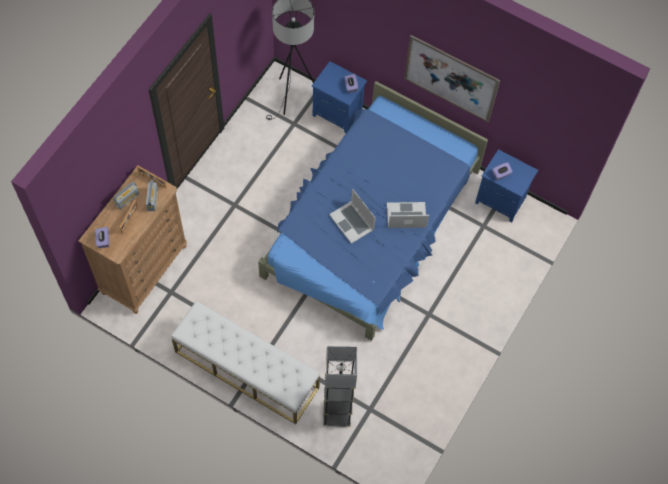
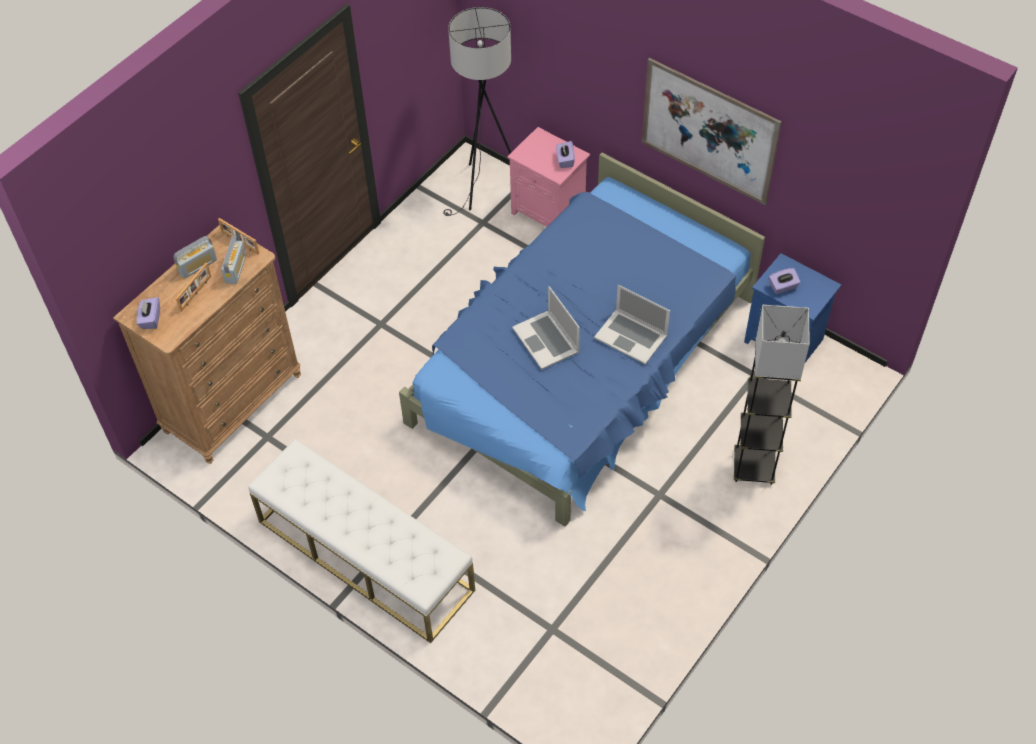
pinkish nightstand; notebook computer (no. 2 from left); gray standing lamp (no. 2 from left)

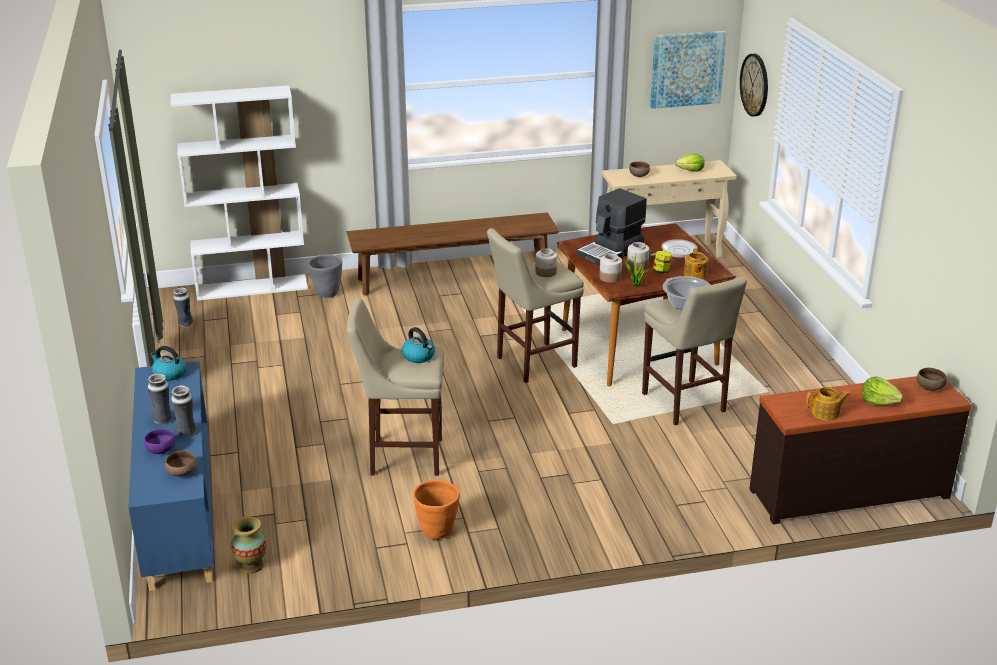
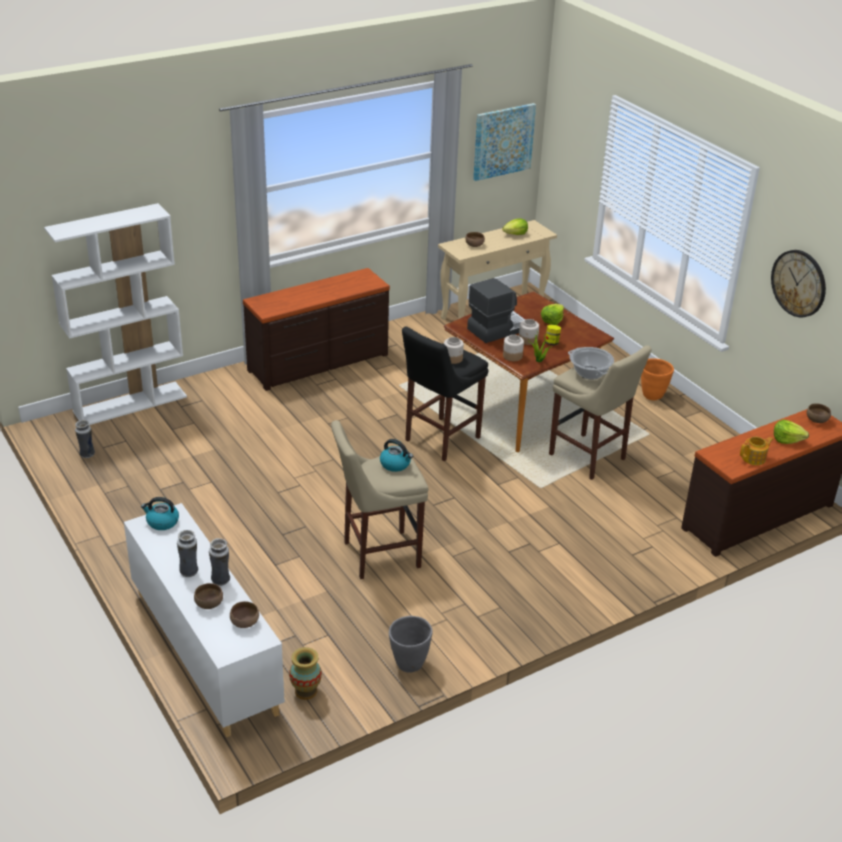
hanging clock; coffee machine; brown-coloured chest of drawers (no. 1 from left); blackish stool seat; lettuce head (no. 2 from left); tea pot (no. 1 from left in the first image); gray flower pot; white cupboard; brown-coloured serving bowl (no. 1 from left); orange flower pot

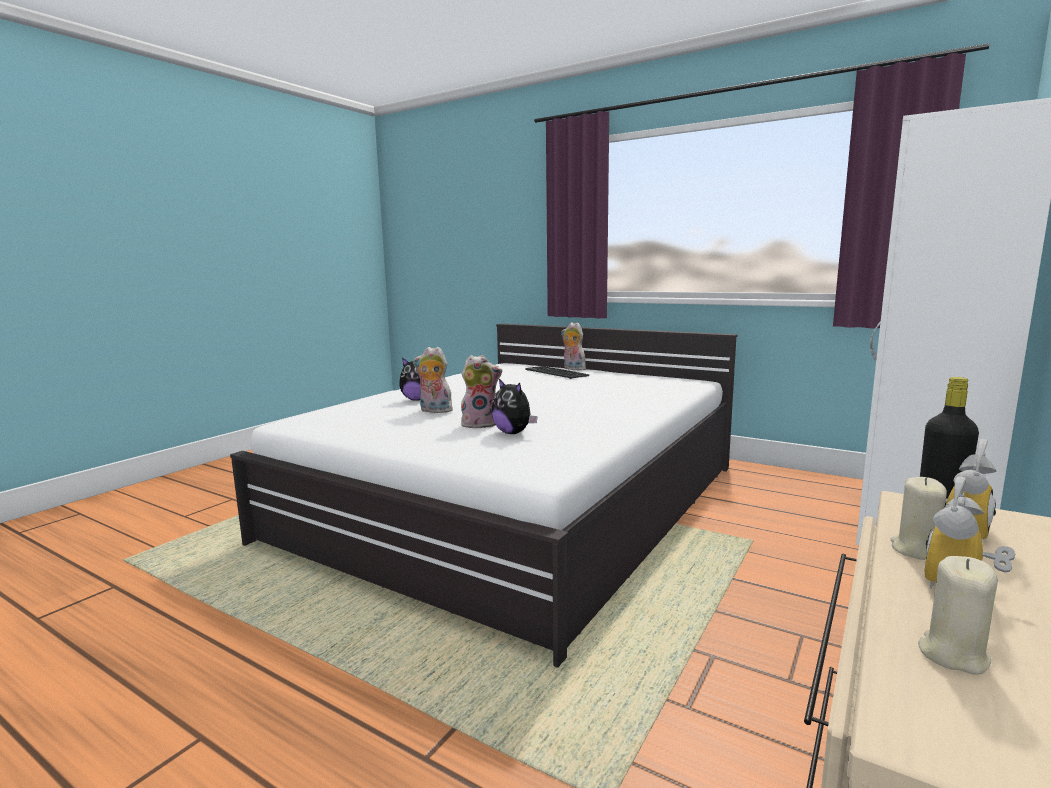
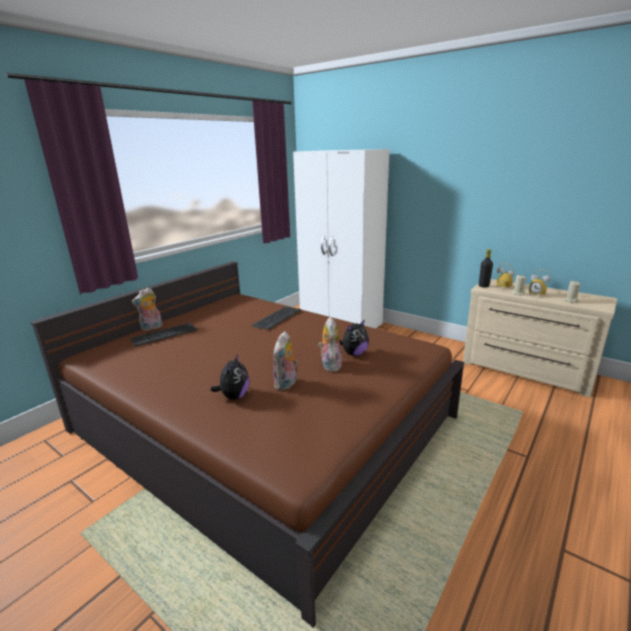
brown-coloured bedroom bed; computer keyboard (no. 2 from left)

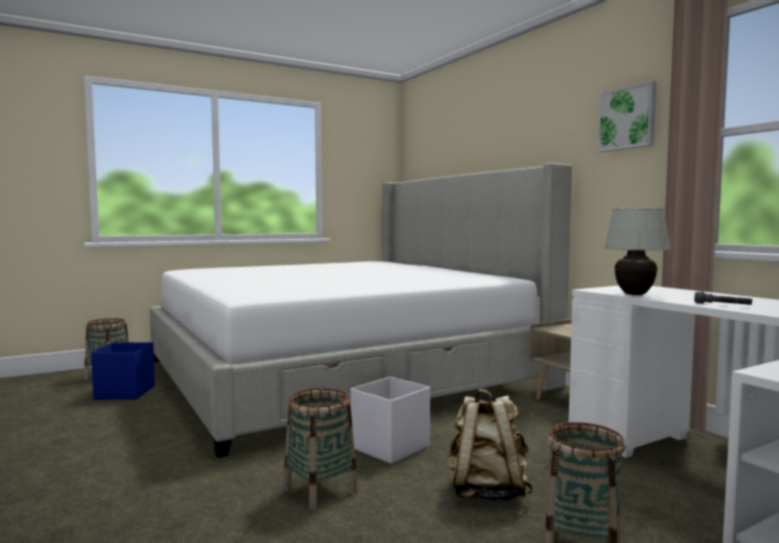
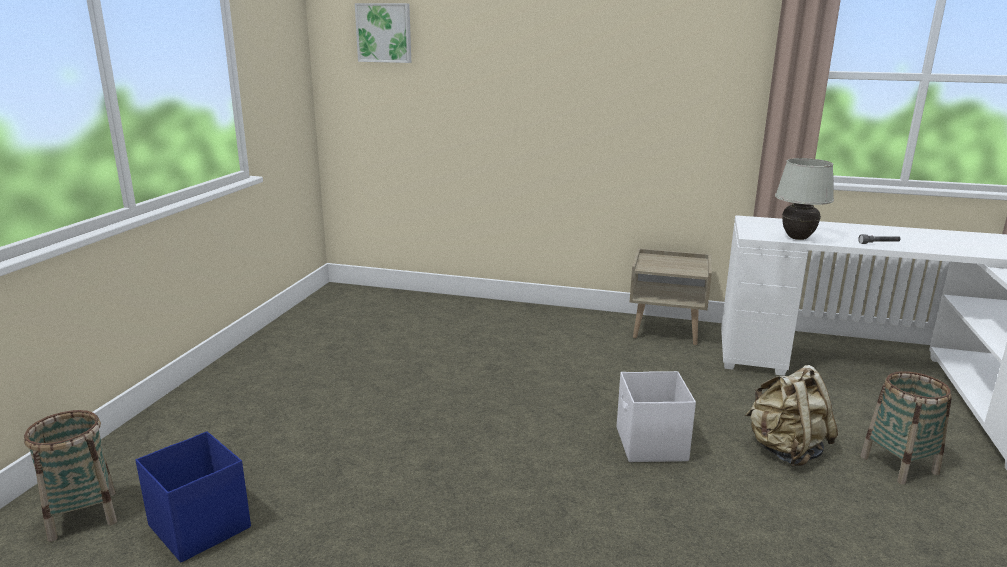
wall picture; bedroom bed; storage basket (no. 2 from left in the first image)

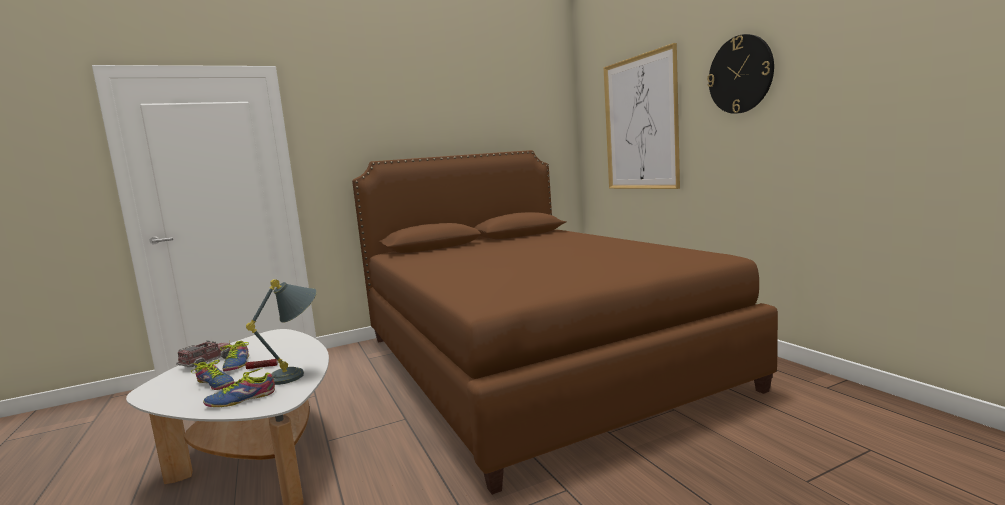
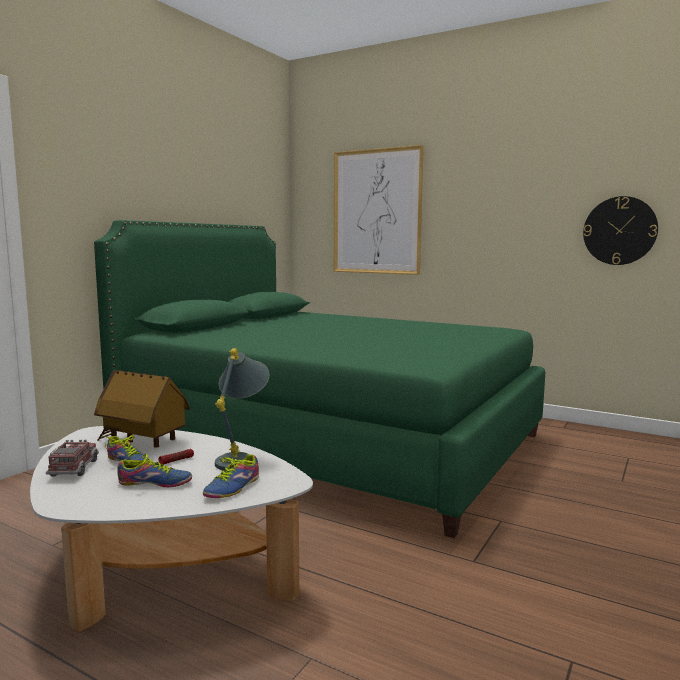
hanging clock; green-coloured bedroom bed; toy house

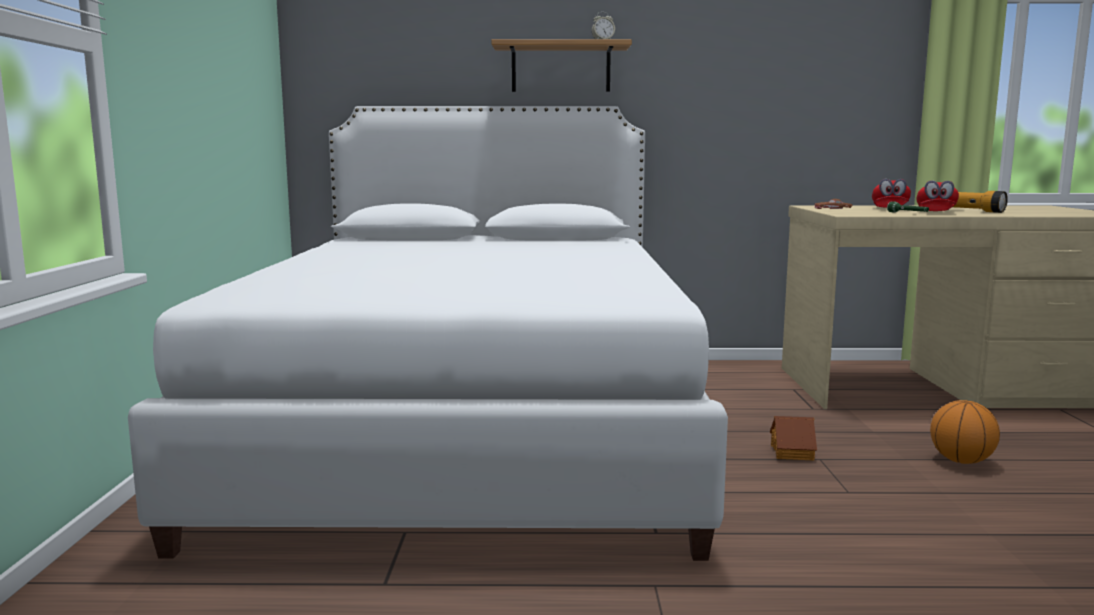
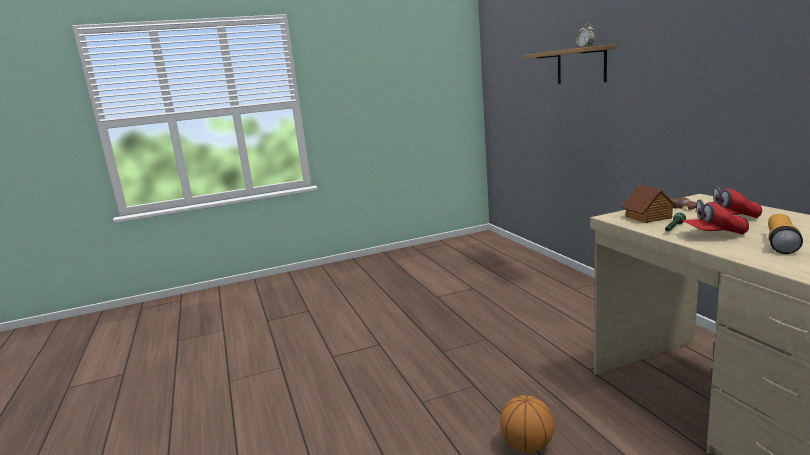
white bedroom bed; toy house

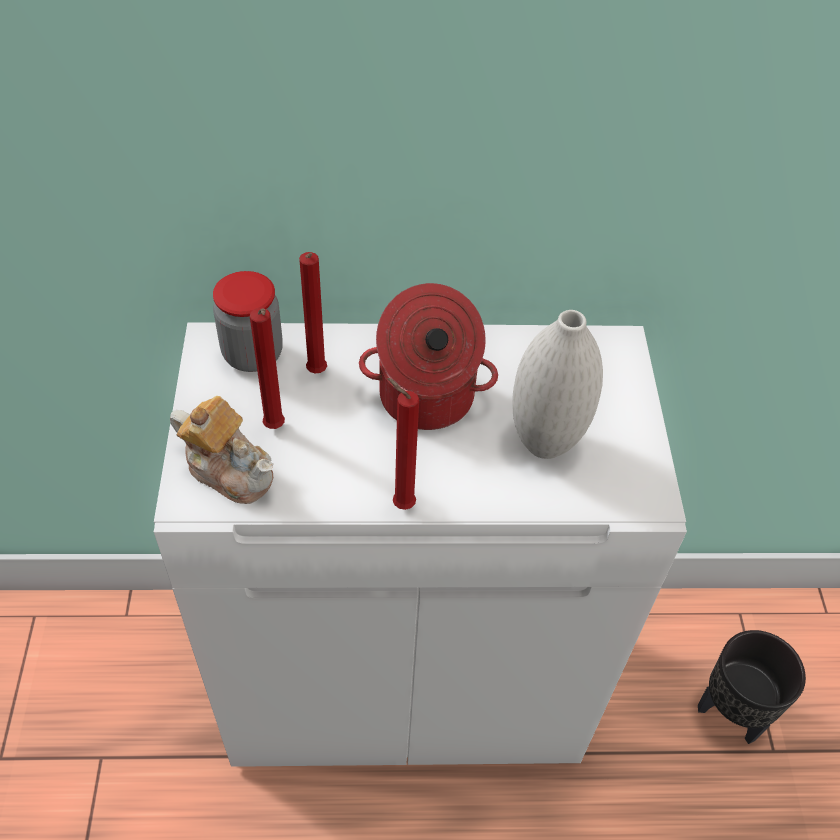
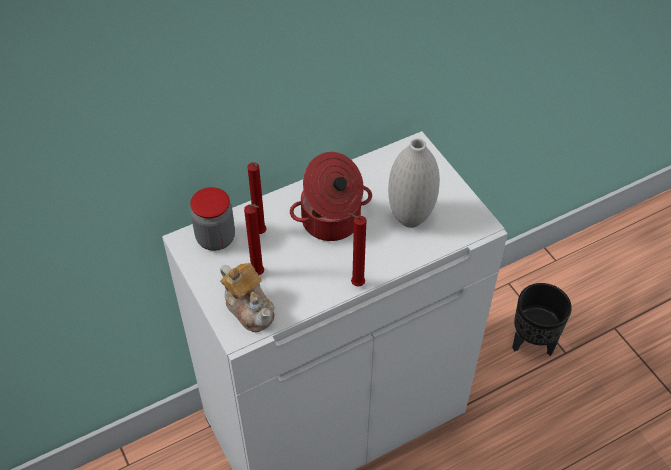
tea pot

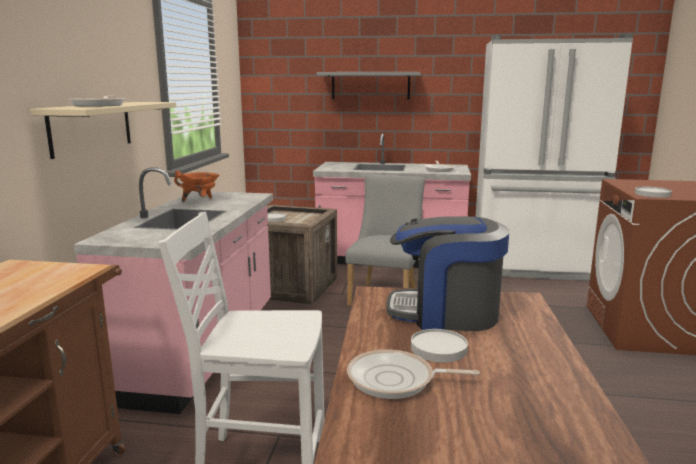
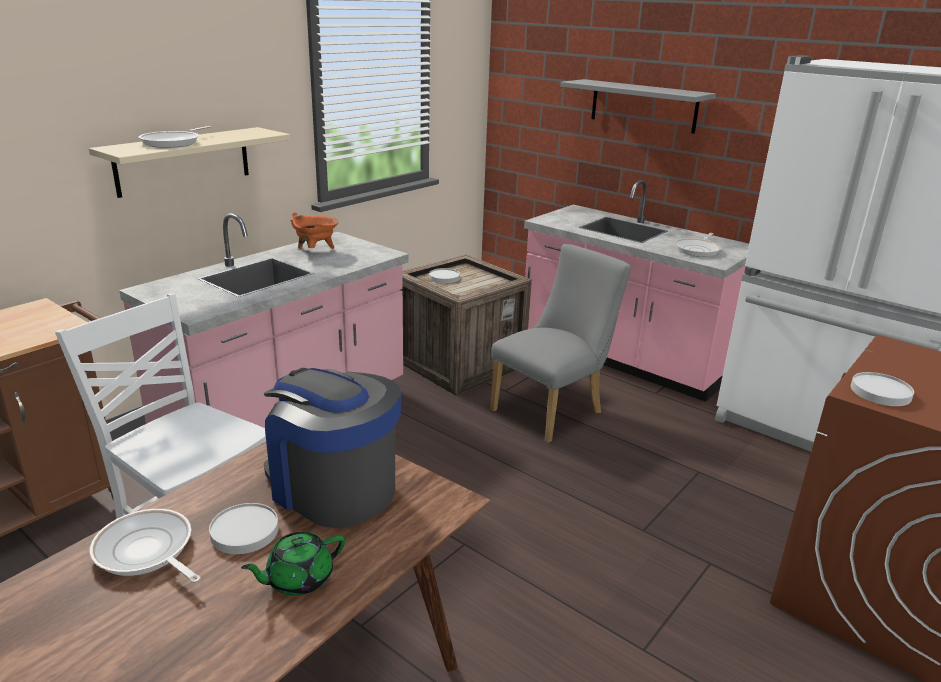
green-coloured tea pot

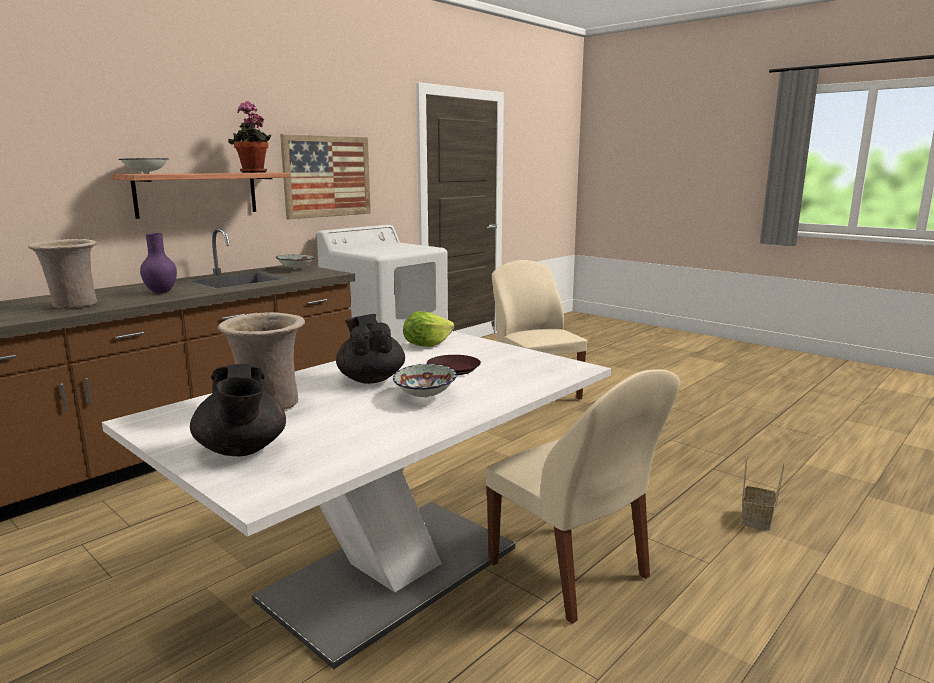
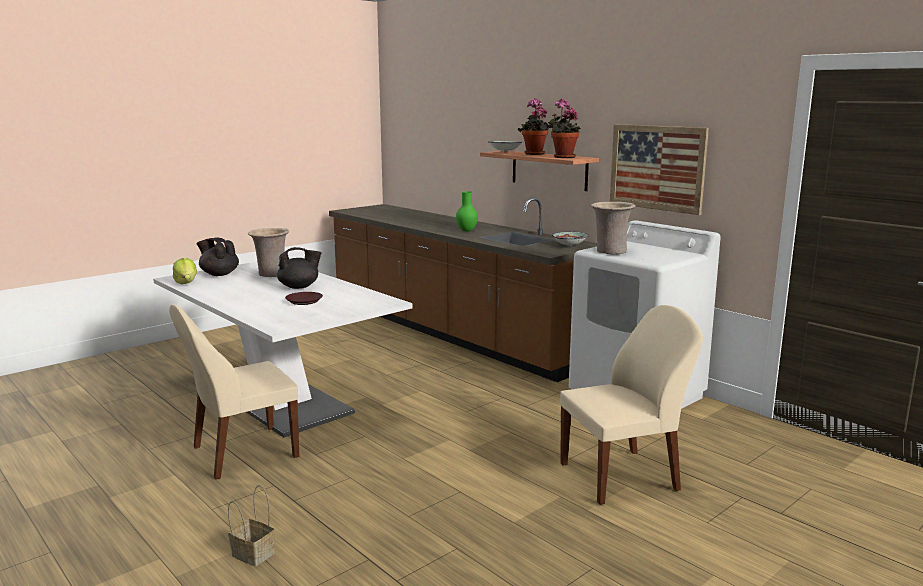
green-coloured vase; beige vase (no. 2 from left); lettuce head; blackish tea pot (no. 1 from left); serving bowl (no. 3 from left in the first image); plant in a pot (no. 1 from left)

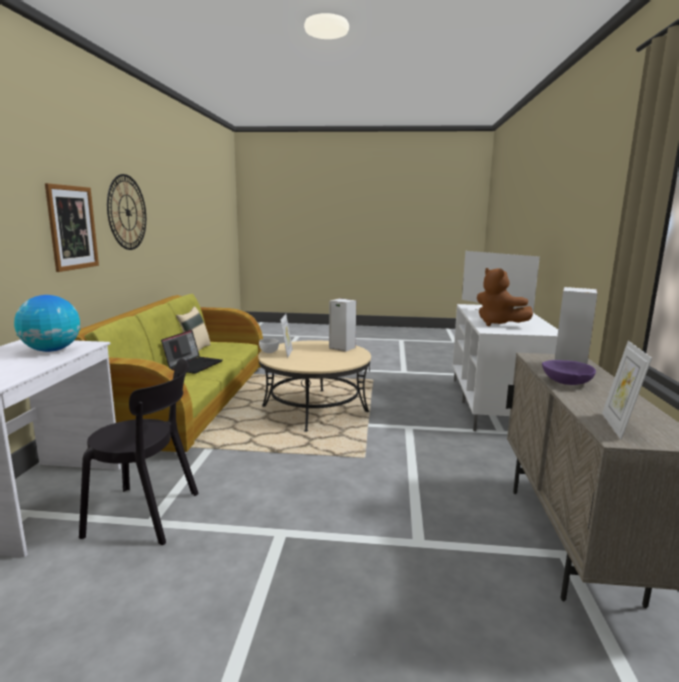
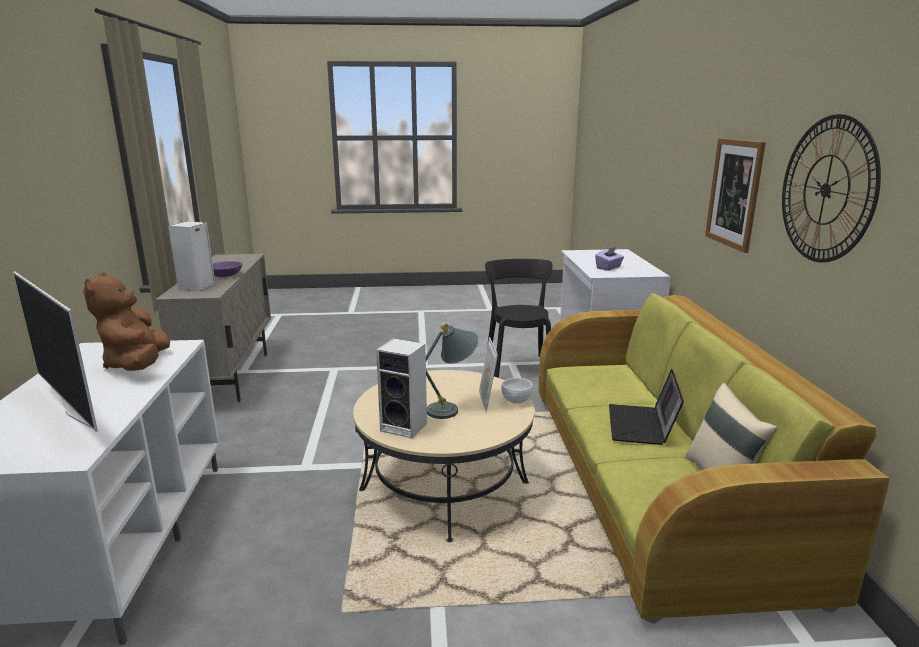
brown-coloured cuddly toy; purplish tissue holder; standing frame (no. 2 from left in the first image); blackish plain chair; gray lamp for a table

